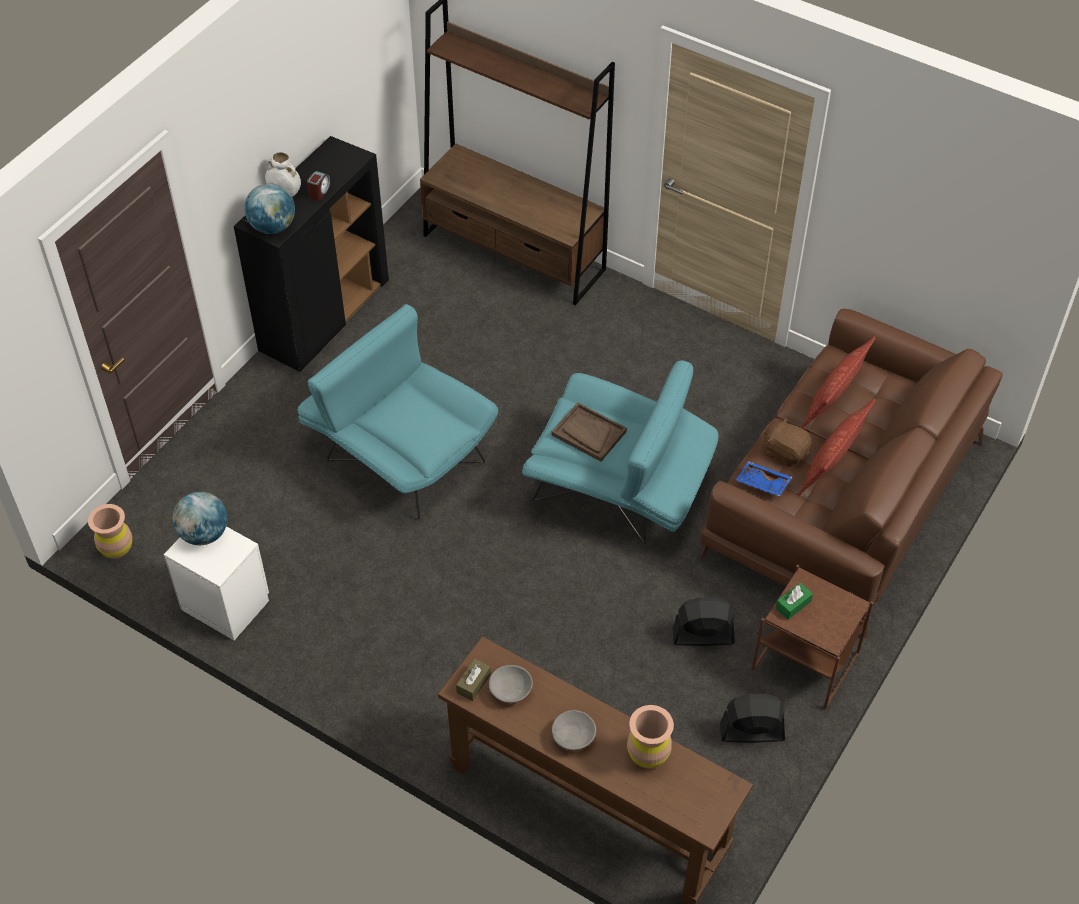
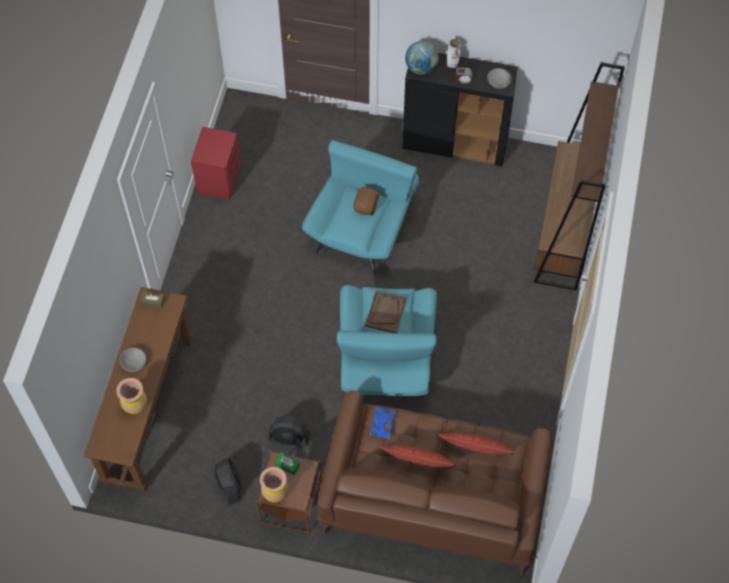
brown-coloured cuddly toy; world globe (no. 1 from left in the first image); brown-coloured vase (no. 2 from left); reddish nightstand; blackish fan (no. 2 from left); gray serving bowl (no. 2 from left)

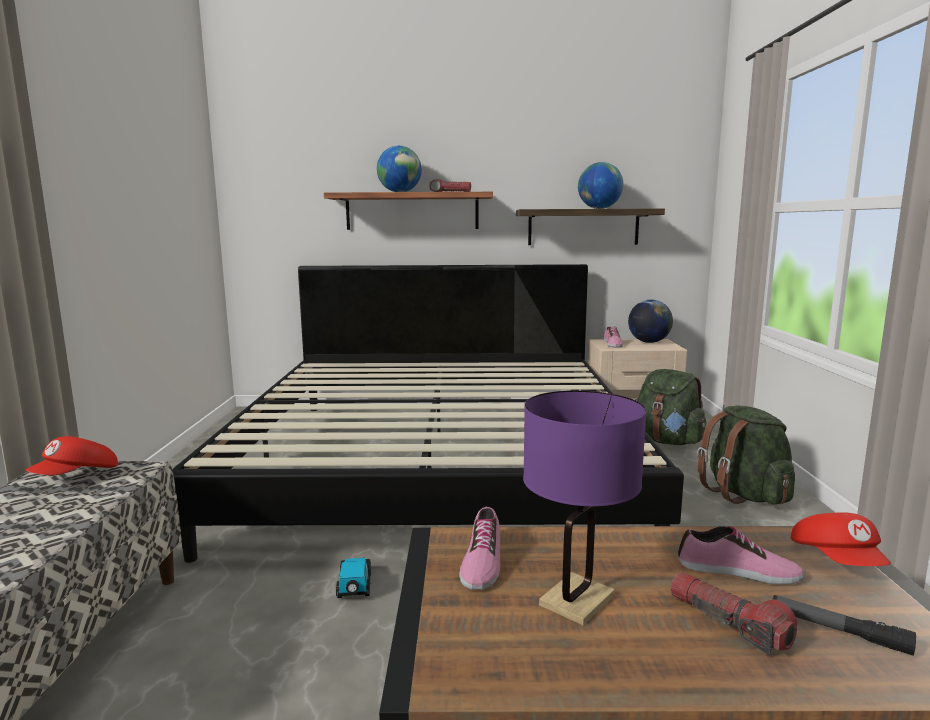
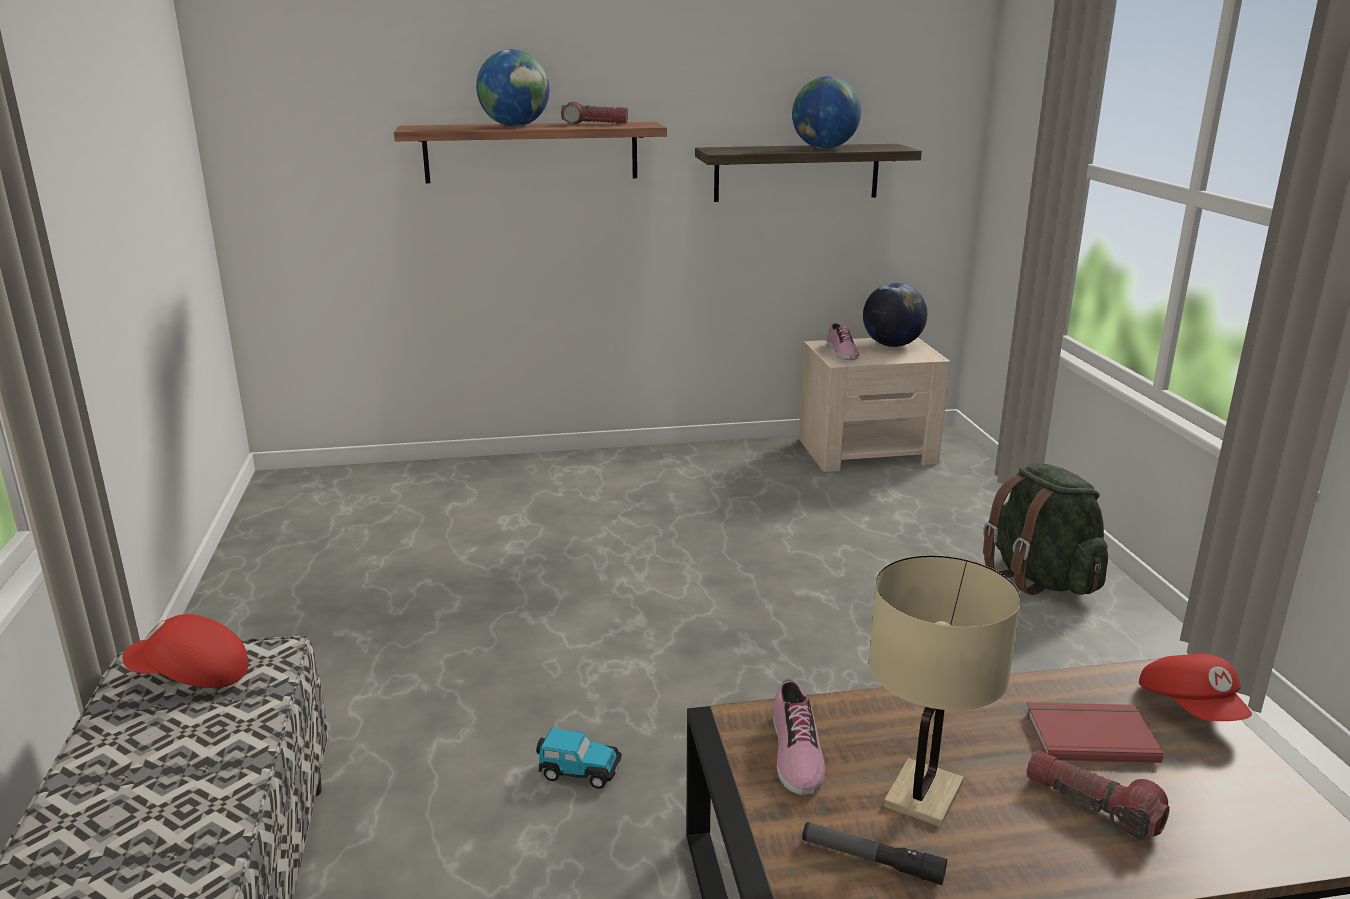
bedroom bed; green-coloured knapsack (no. 1 from left in the first image); beige lamp for a table; reddish cap (no. 1 from left); reddish book; toy car; hand torch (no. 2 from left)

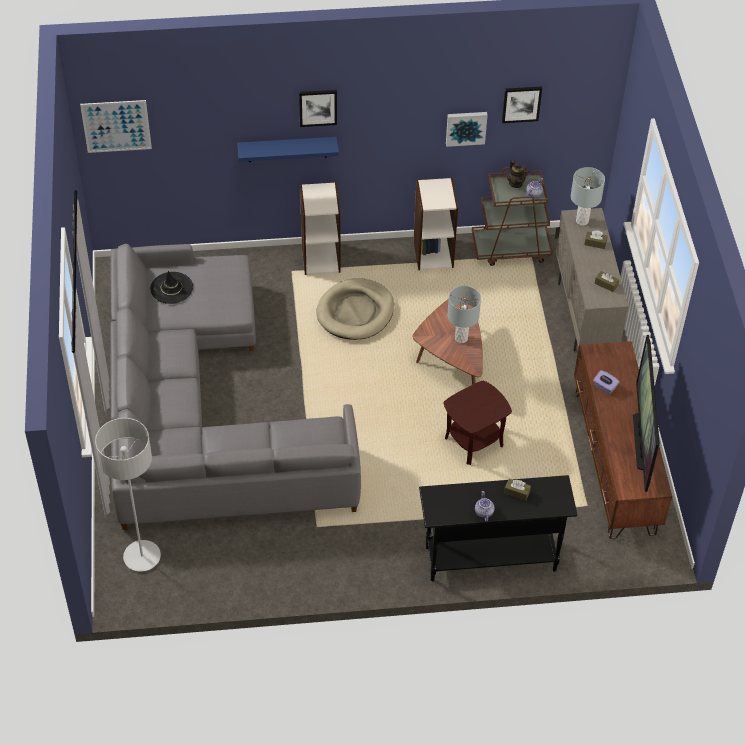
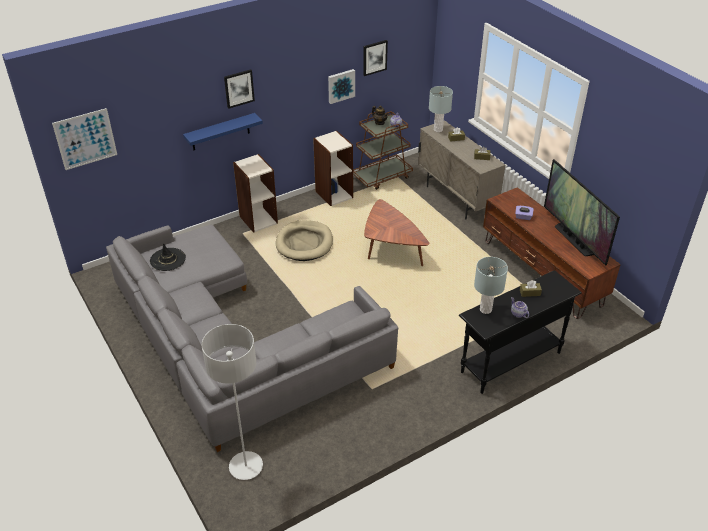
gray lamp for a table (no. 2 from left); brown-coloured end table

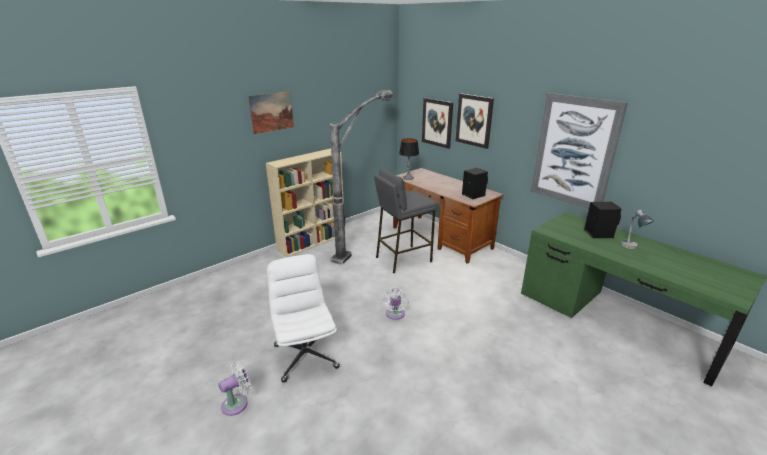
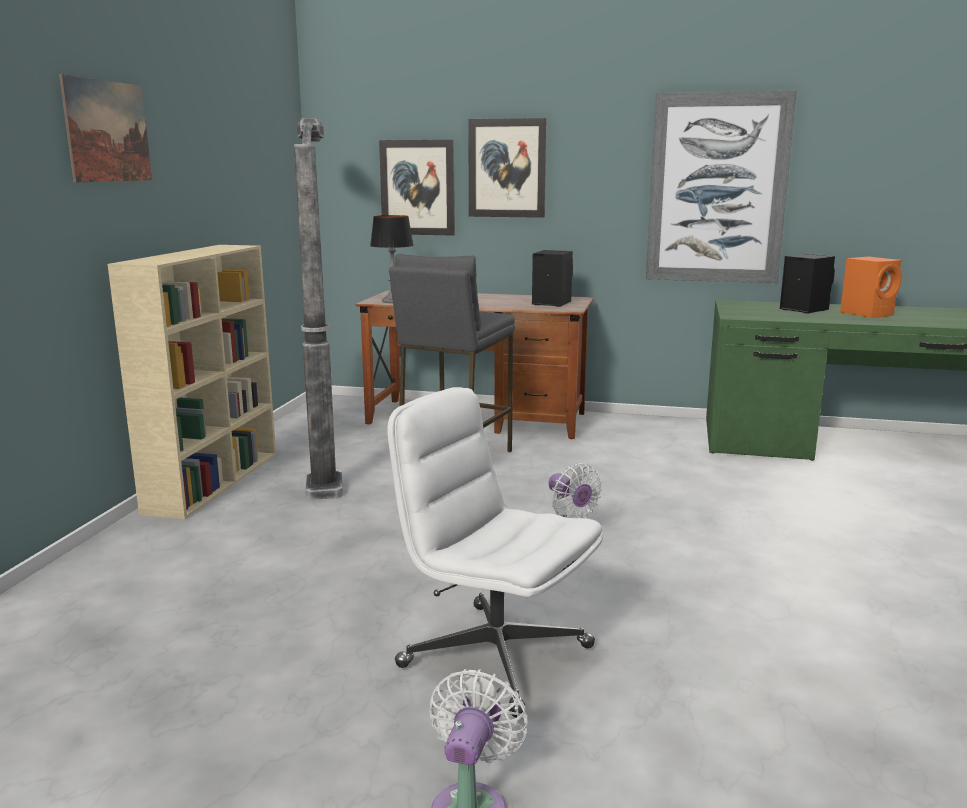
orange loudspeaker

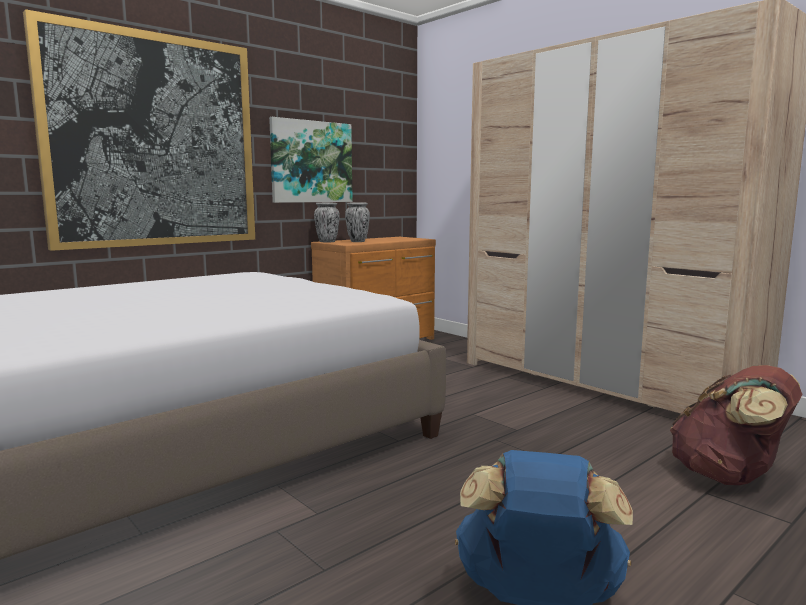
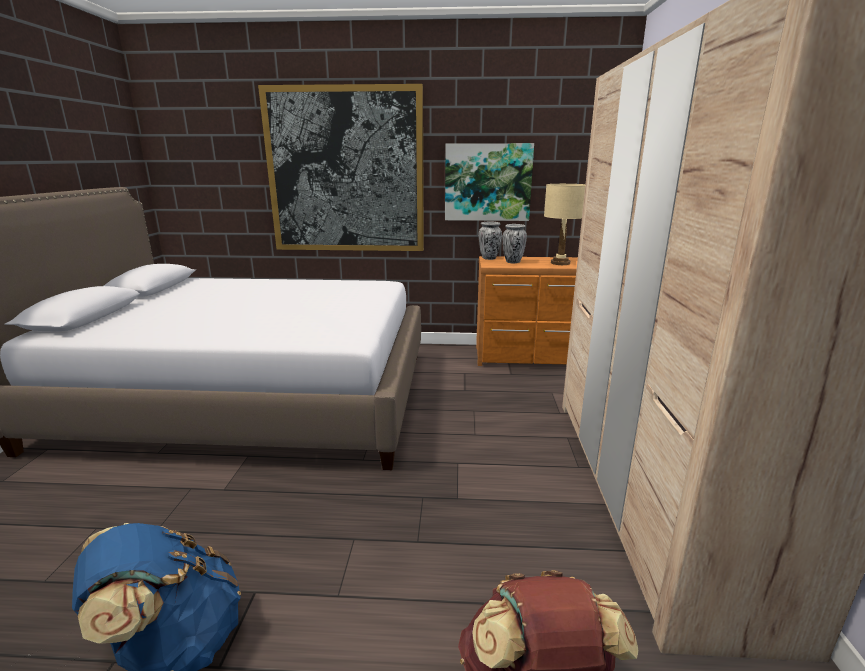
beige lamp for a table

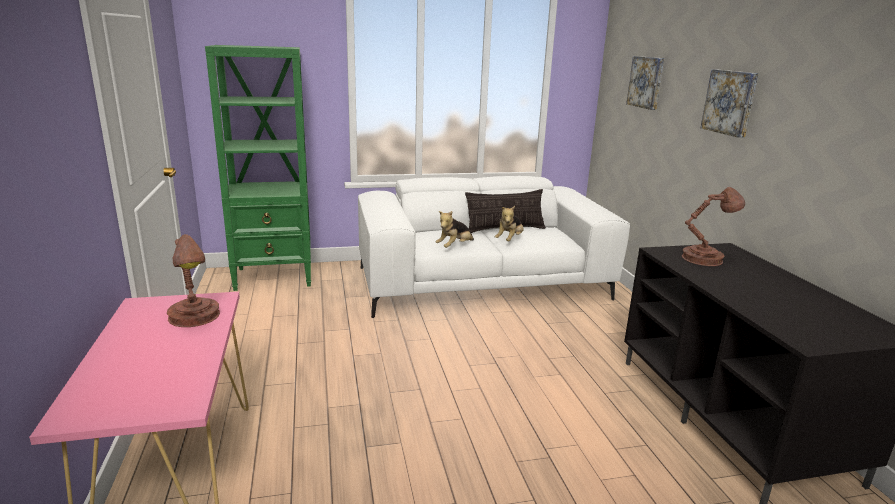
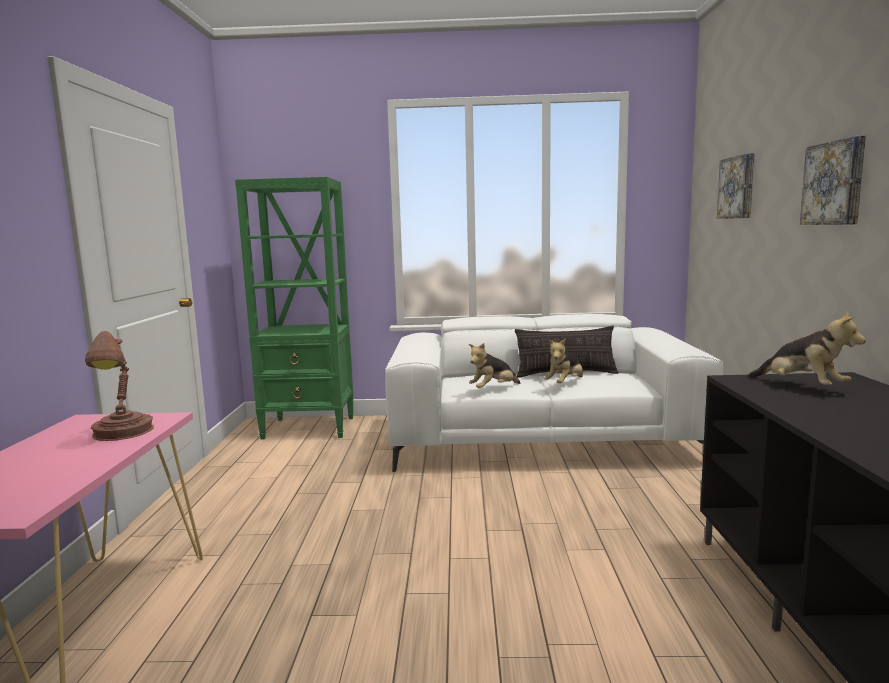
cuddly toy (no. 3 from left)

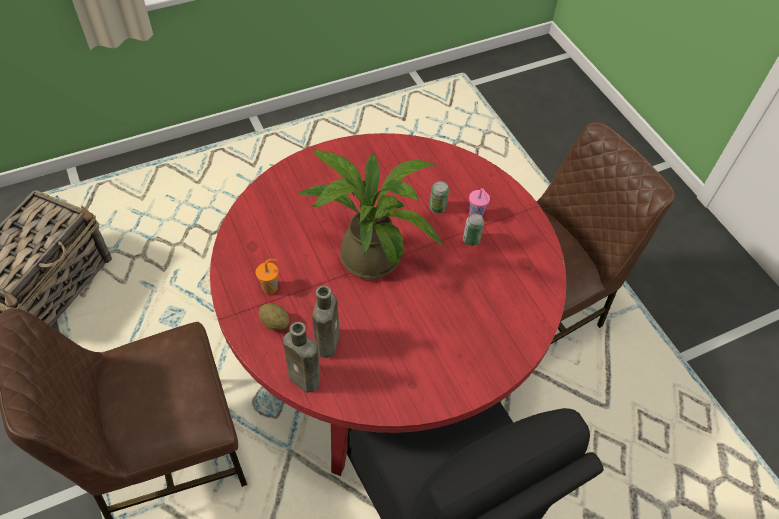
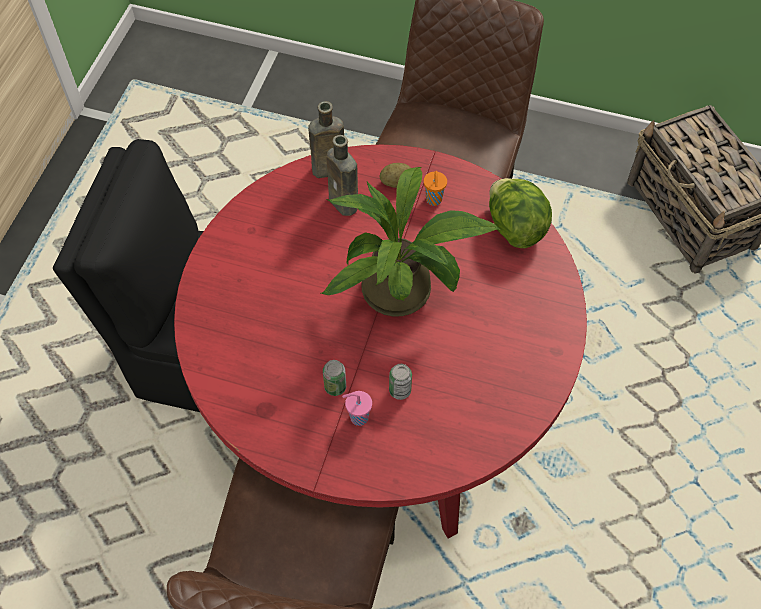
lettuce head

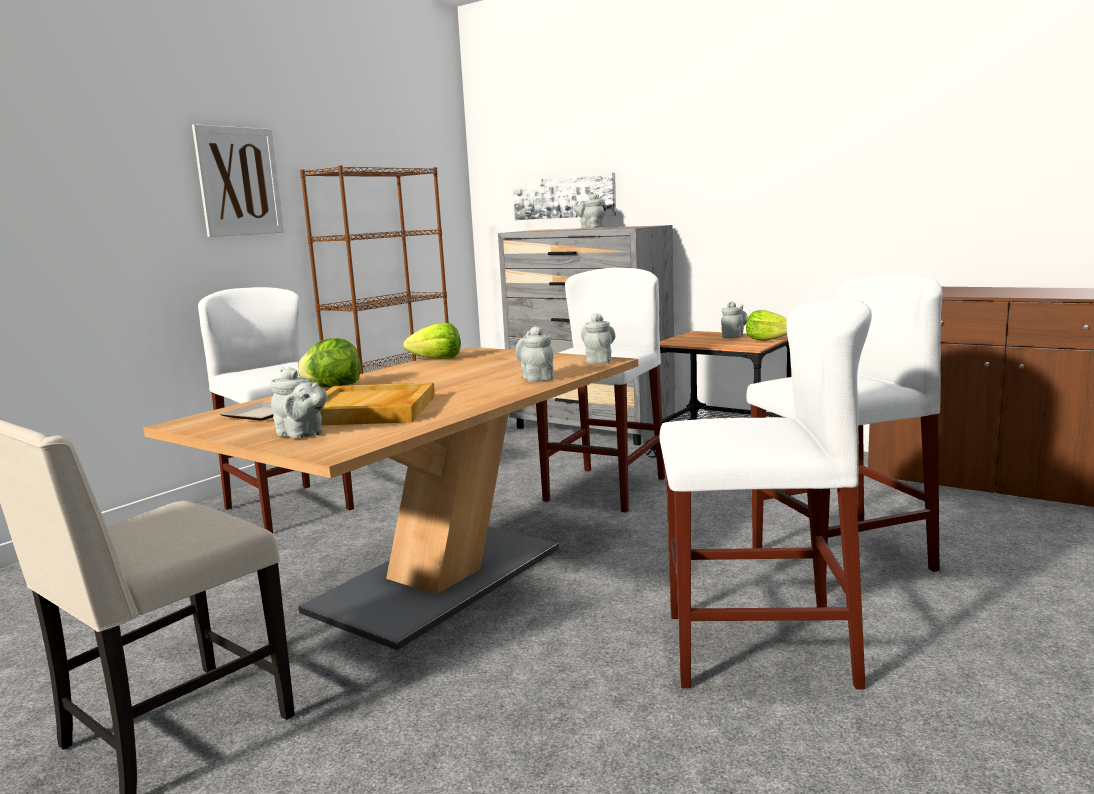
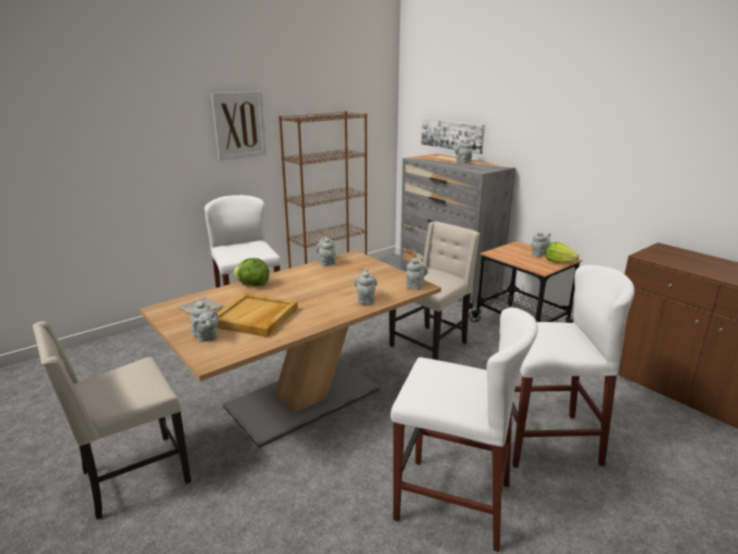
beige plain chair (no. 2 from left); gray tea pot (no. 2 from left)

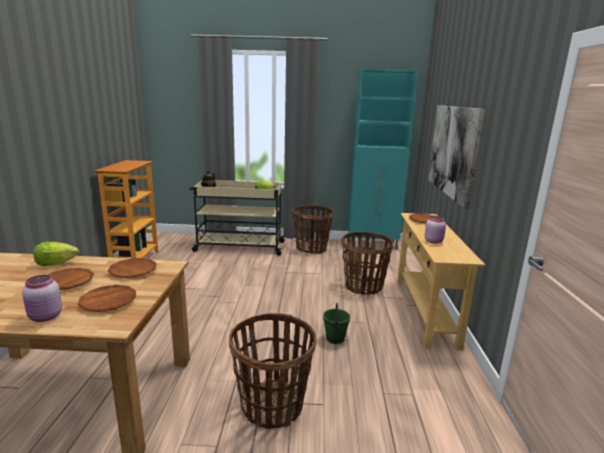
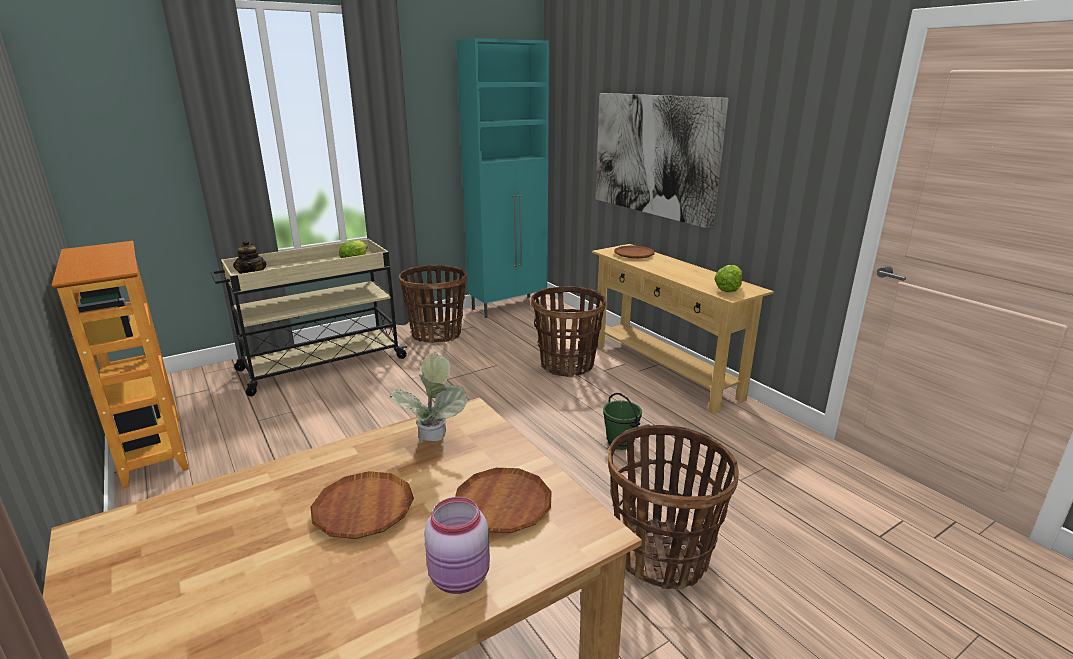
pinkish preserve jar (no. 2 from left in the first image); lettuce head (no. 2 from left); plant in a pot

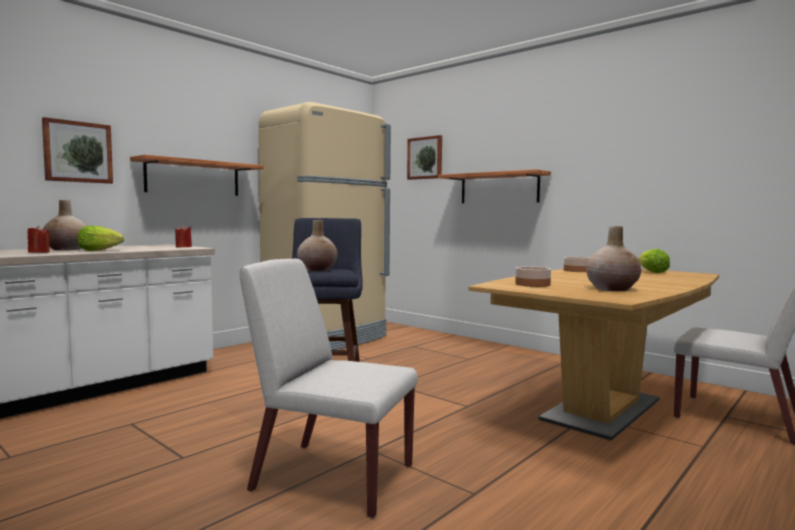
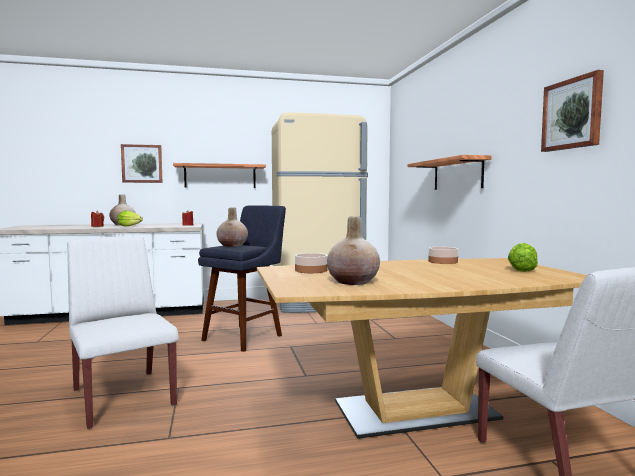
wall picture (no. 2 from left)

